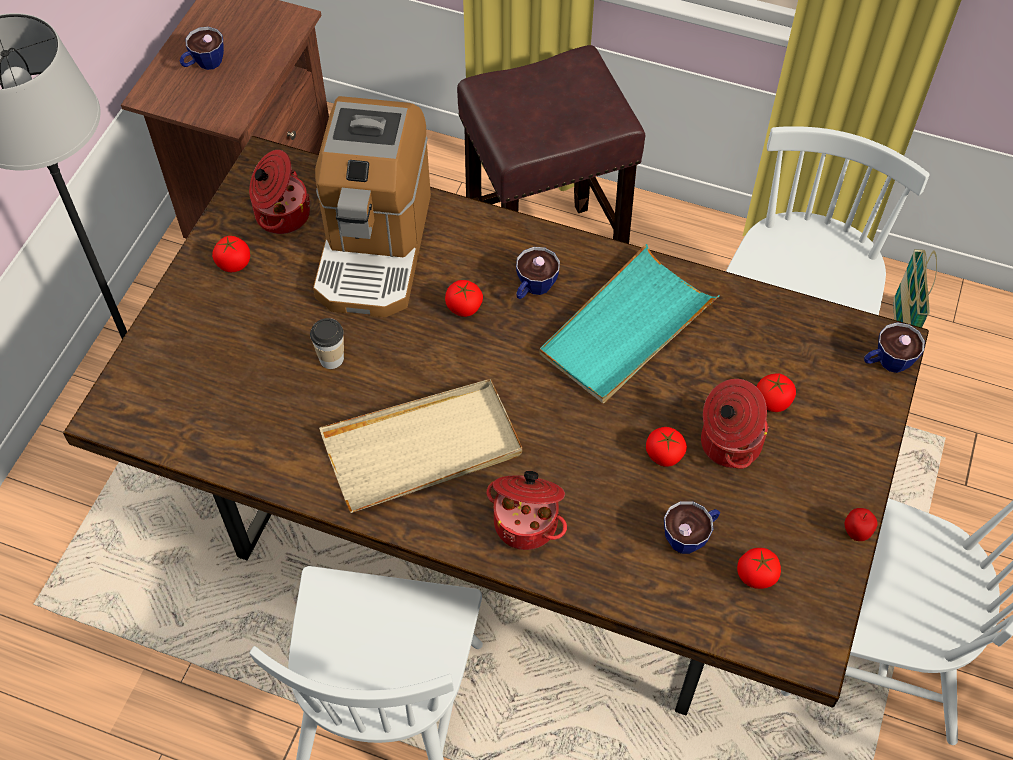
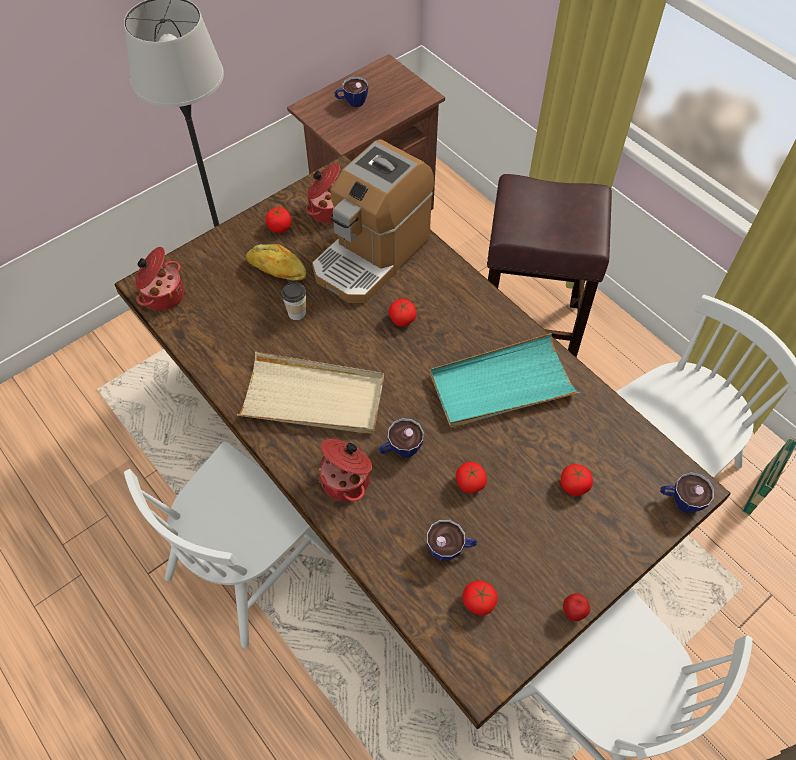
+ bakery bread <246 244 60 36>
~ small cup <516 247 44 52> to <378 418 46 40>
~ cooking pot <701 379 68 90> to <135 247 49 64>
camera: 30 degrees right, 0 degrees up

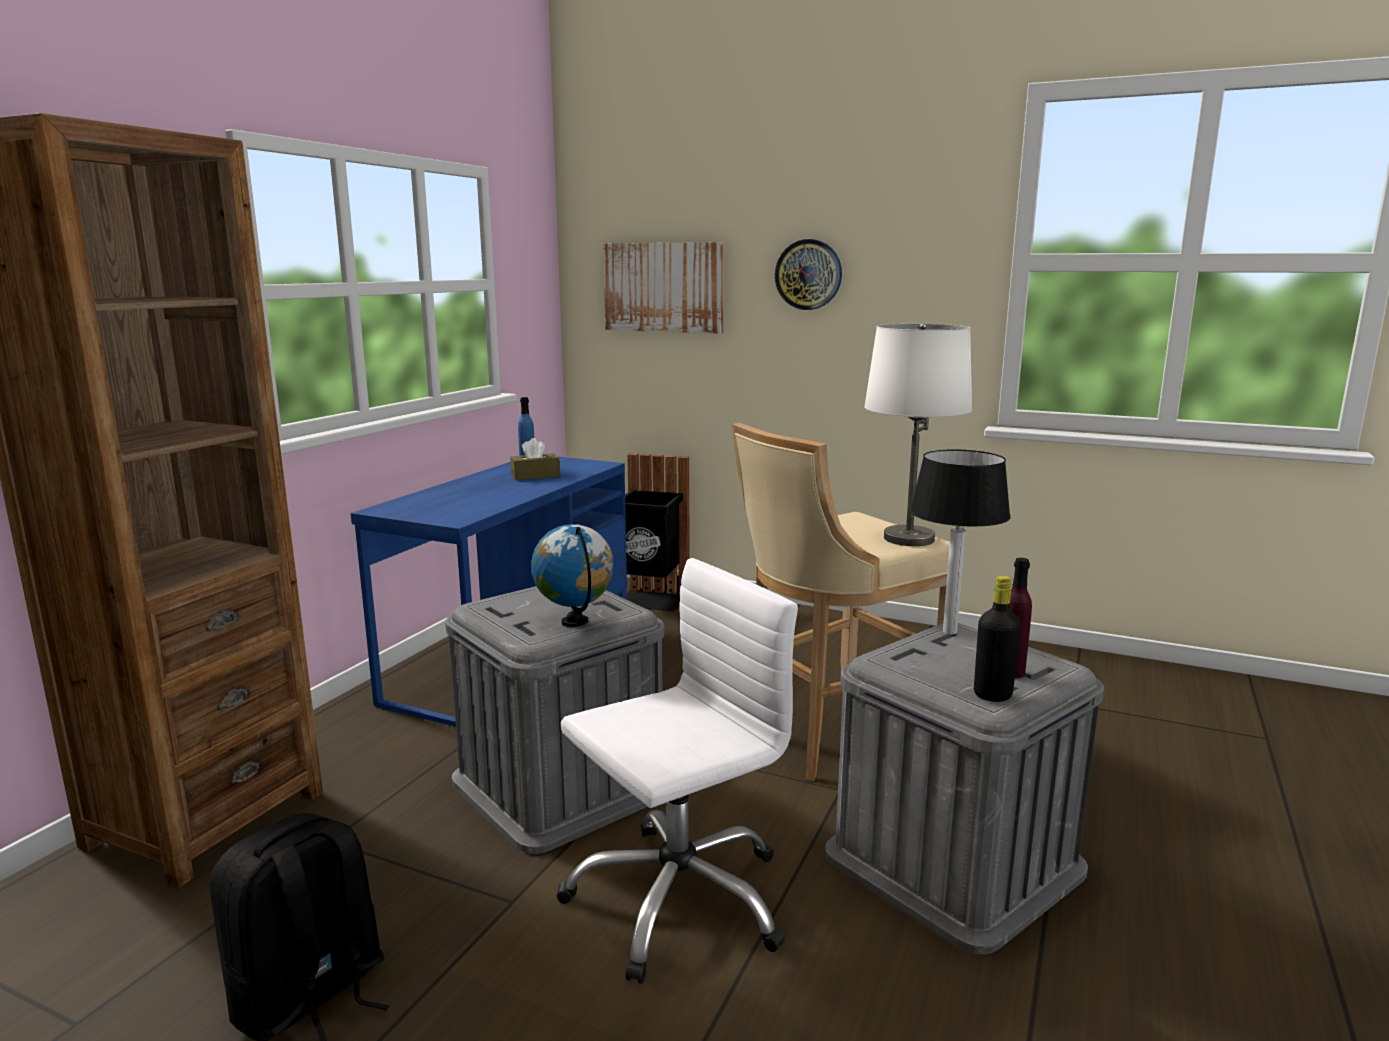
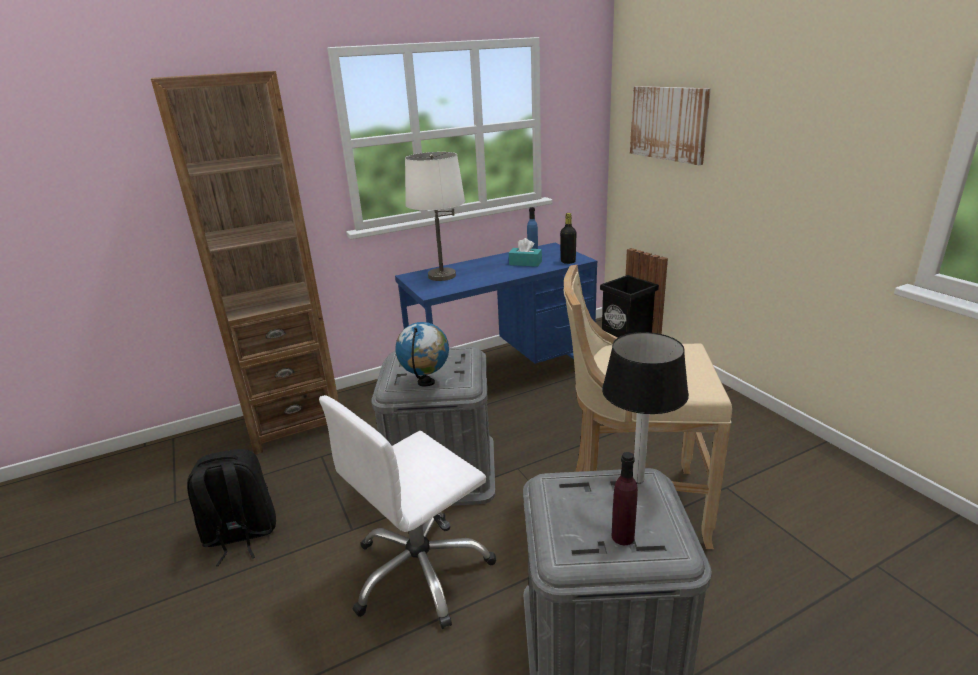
- hanging clock <775 239 67 71>
~ white-coloured tabletop lamp <864 323 108 223> to <405 152 60 129>
~ blackish bottle <974 575 47 127> to <560 213 17 51>
~ brownish tissue box <510 438 50 42> to turquoise tissue box <509 238 33 29>
~ white-coloured desk chair <556 558 242 426> = <319 395 177 234> 135 degrees clockwise
camera: 40 degrees right, 10 degrees up

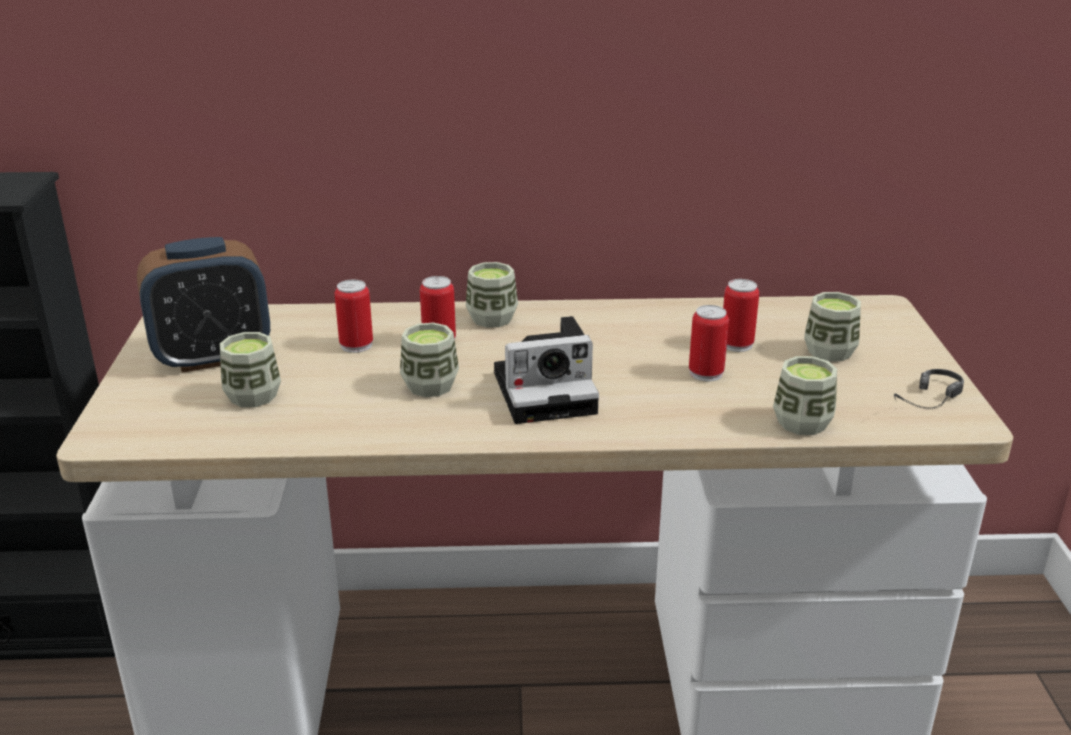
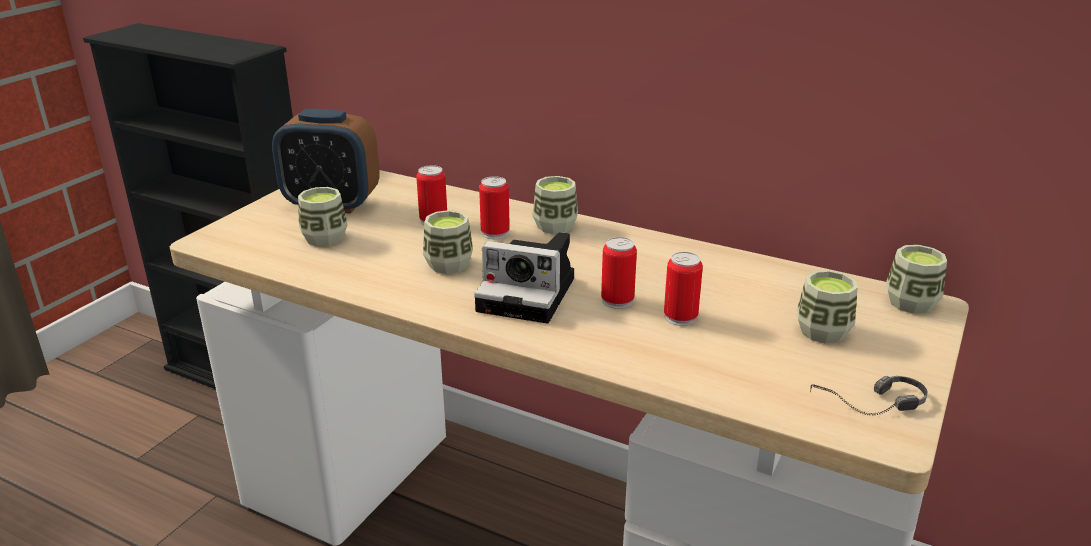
~ sealed can <723 279 36 73> to <601 237 36 72>
~ small cup <773 356 64 79> to <886 245 61 69>
camera: 30 degrees right, 0 degrees up

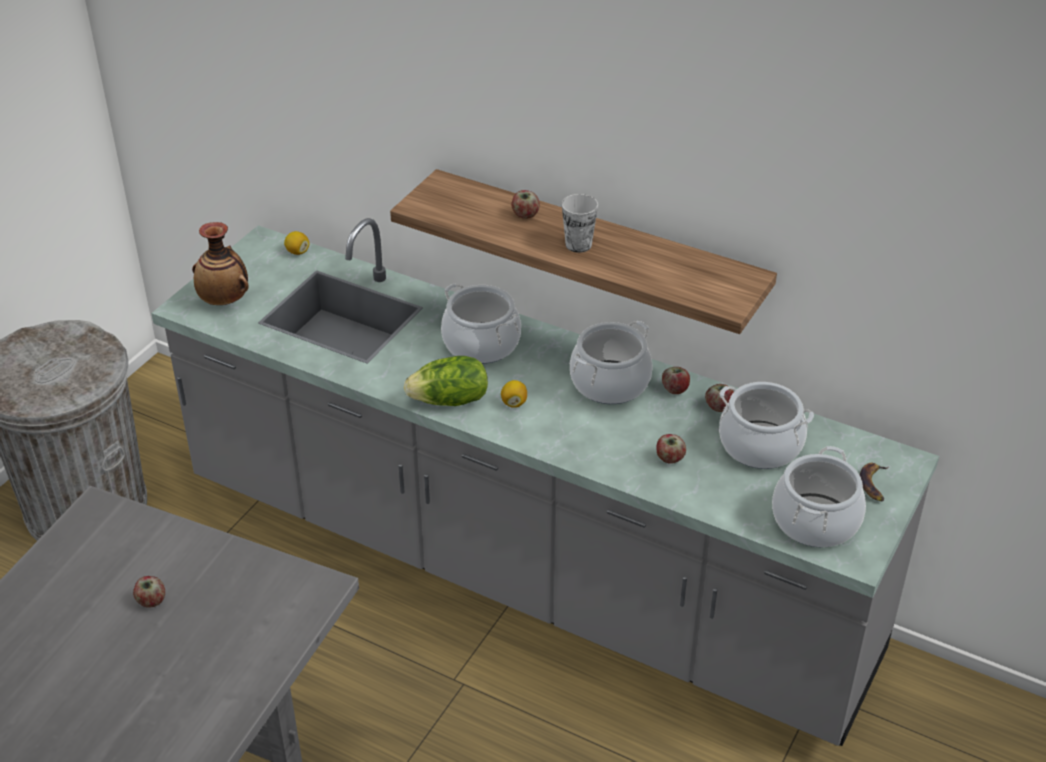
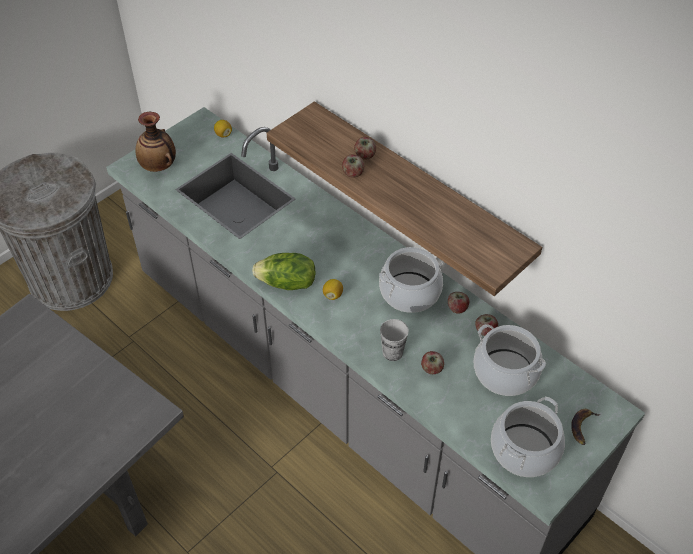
- cooking pot <441 284 80 80>
~ apple <133 576 32 32> to <342 154 22 24>
~ small cup <562 194 36 59> to <380 319 29 42>
camera: 15 degrees right, 10 degrees up

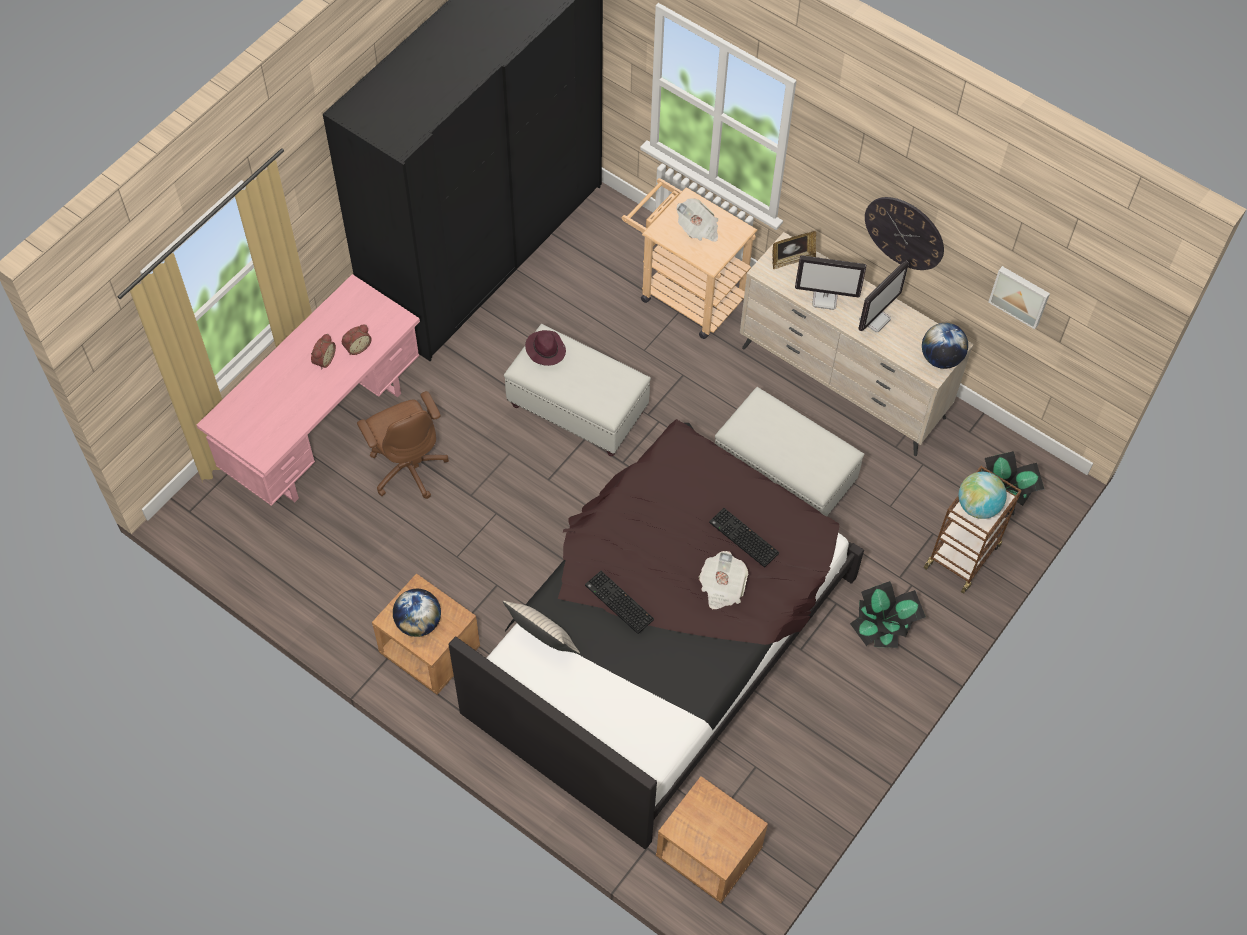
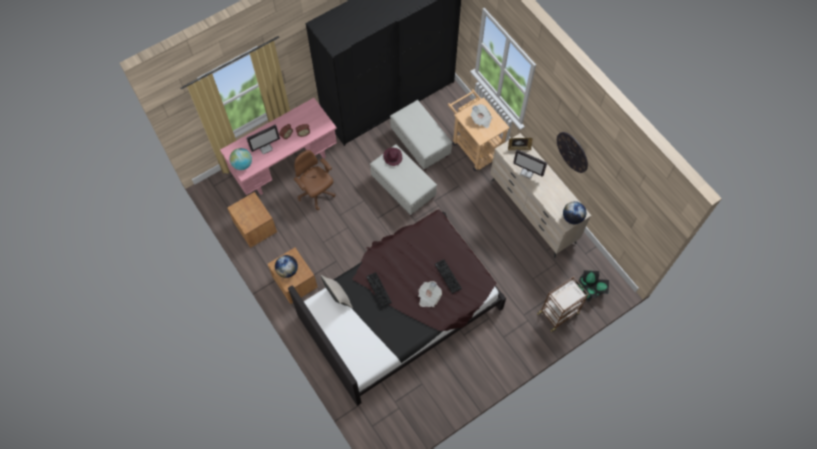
- potted plant <850 581 76 67>
- picture <988 266 62 63>
~ brownish bedside table <656 776 112 127> to <227 192 50 56>
~ white-coloured ottoman <715 387 149 129> to <390 100 63 71>
~ computer screen <858 261 51 71> to <246 125 34 29>
~ desk globe <959 472 48 47> to <230 148 22 22>
~ brownish desk chair <357 391 92 108> = <294 150 41 60> 150 degrees clockwise
camera: 20 degrees right, 5 degrees up

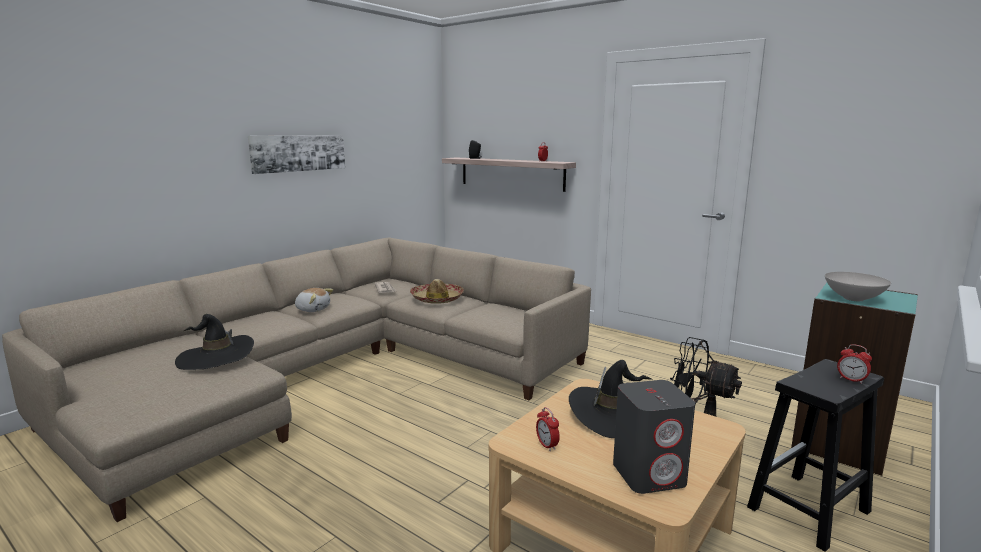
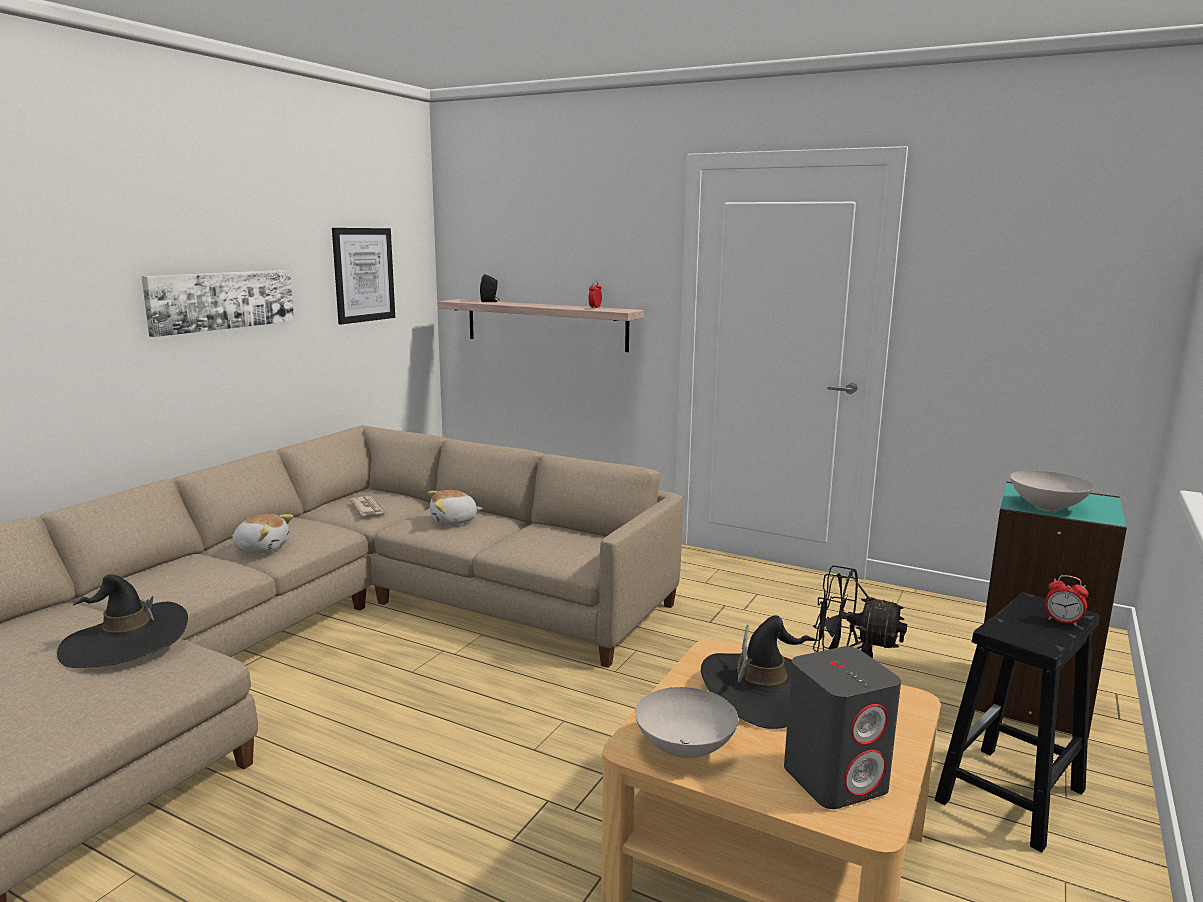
+ picture <332 228 63 96>
~ wearable hat <410 279 54 25> to soft toy <428 490 55 35>
~ bedside clock <536 407 24 44> to white-coloured deep dish <635 687 103 71>
camera: 10 degrees left, 0 degrees up

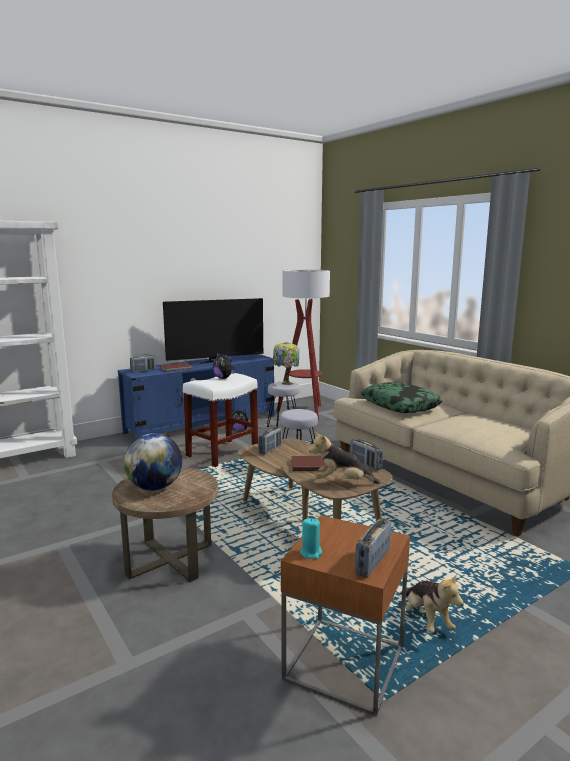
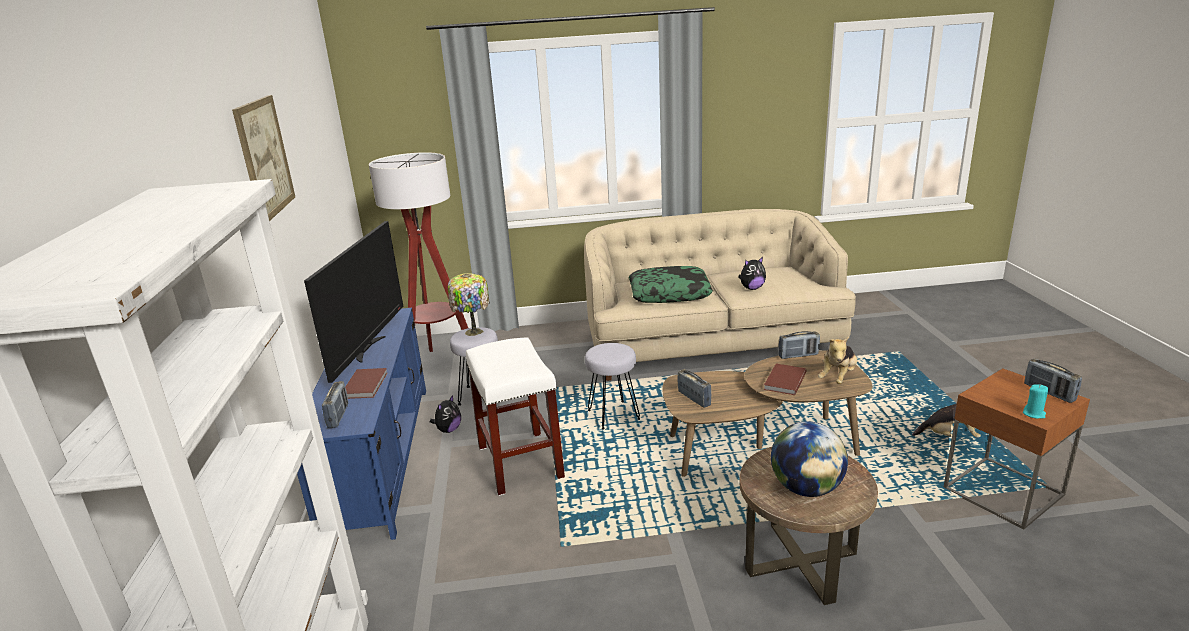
+ picture <232 95 63 126>
~ soft toy <213 353 22 26> to <738 257 28 33>
camera: 60 degrees left, 10 degrees up

